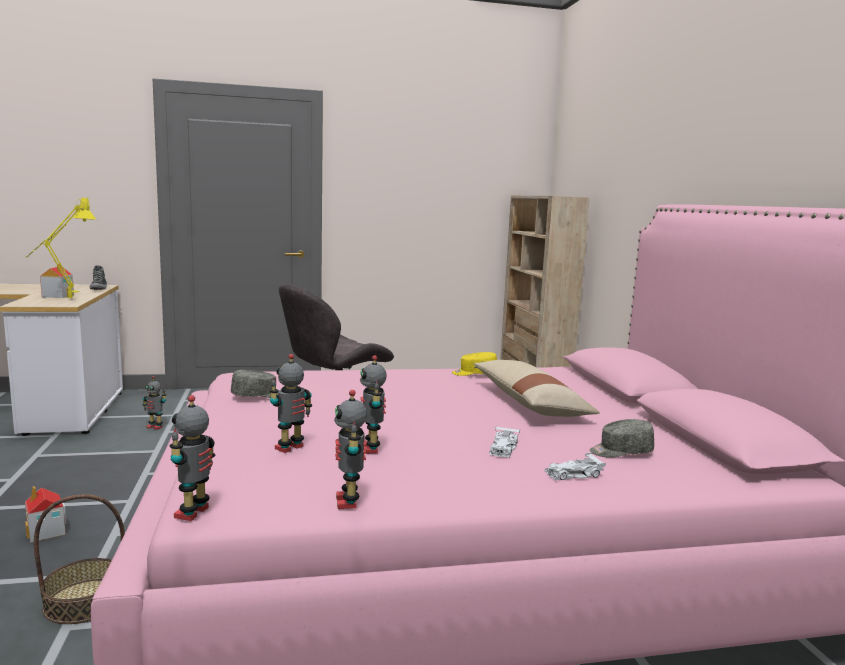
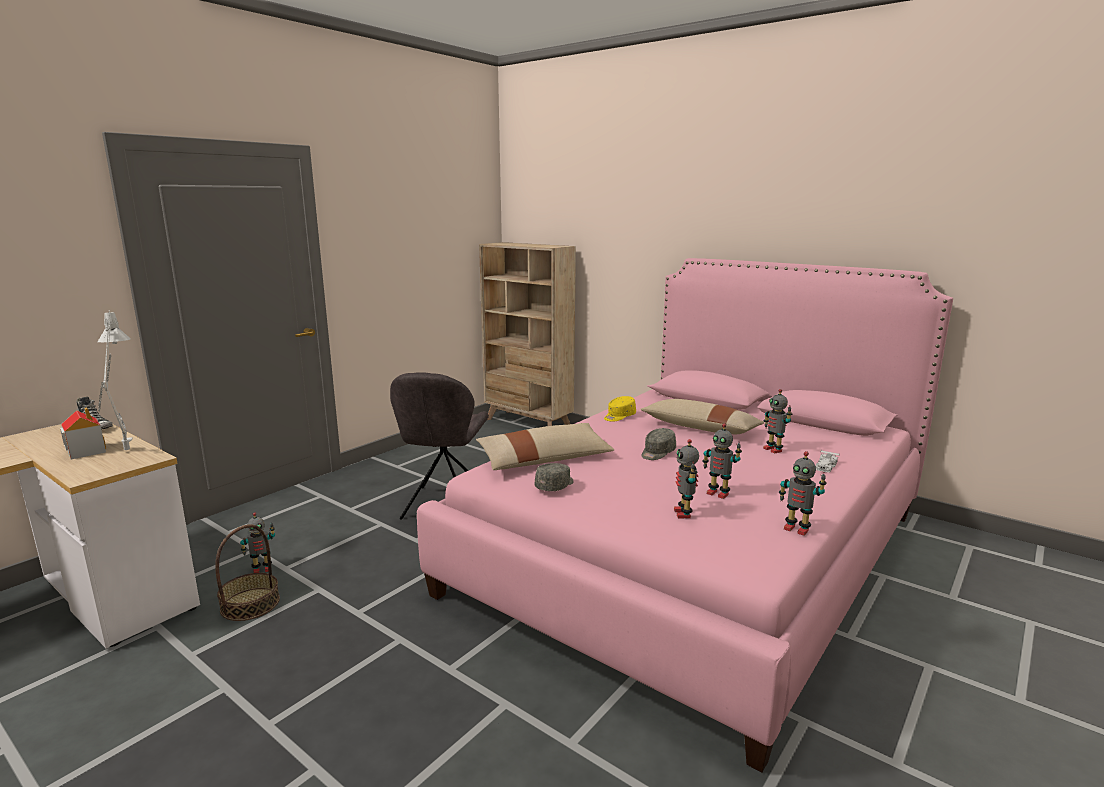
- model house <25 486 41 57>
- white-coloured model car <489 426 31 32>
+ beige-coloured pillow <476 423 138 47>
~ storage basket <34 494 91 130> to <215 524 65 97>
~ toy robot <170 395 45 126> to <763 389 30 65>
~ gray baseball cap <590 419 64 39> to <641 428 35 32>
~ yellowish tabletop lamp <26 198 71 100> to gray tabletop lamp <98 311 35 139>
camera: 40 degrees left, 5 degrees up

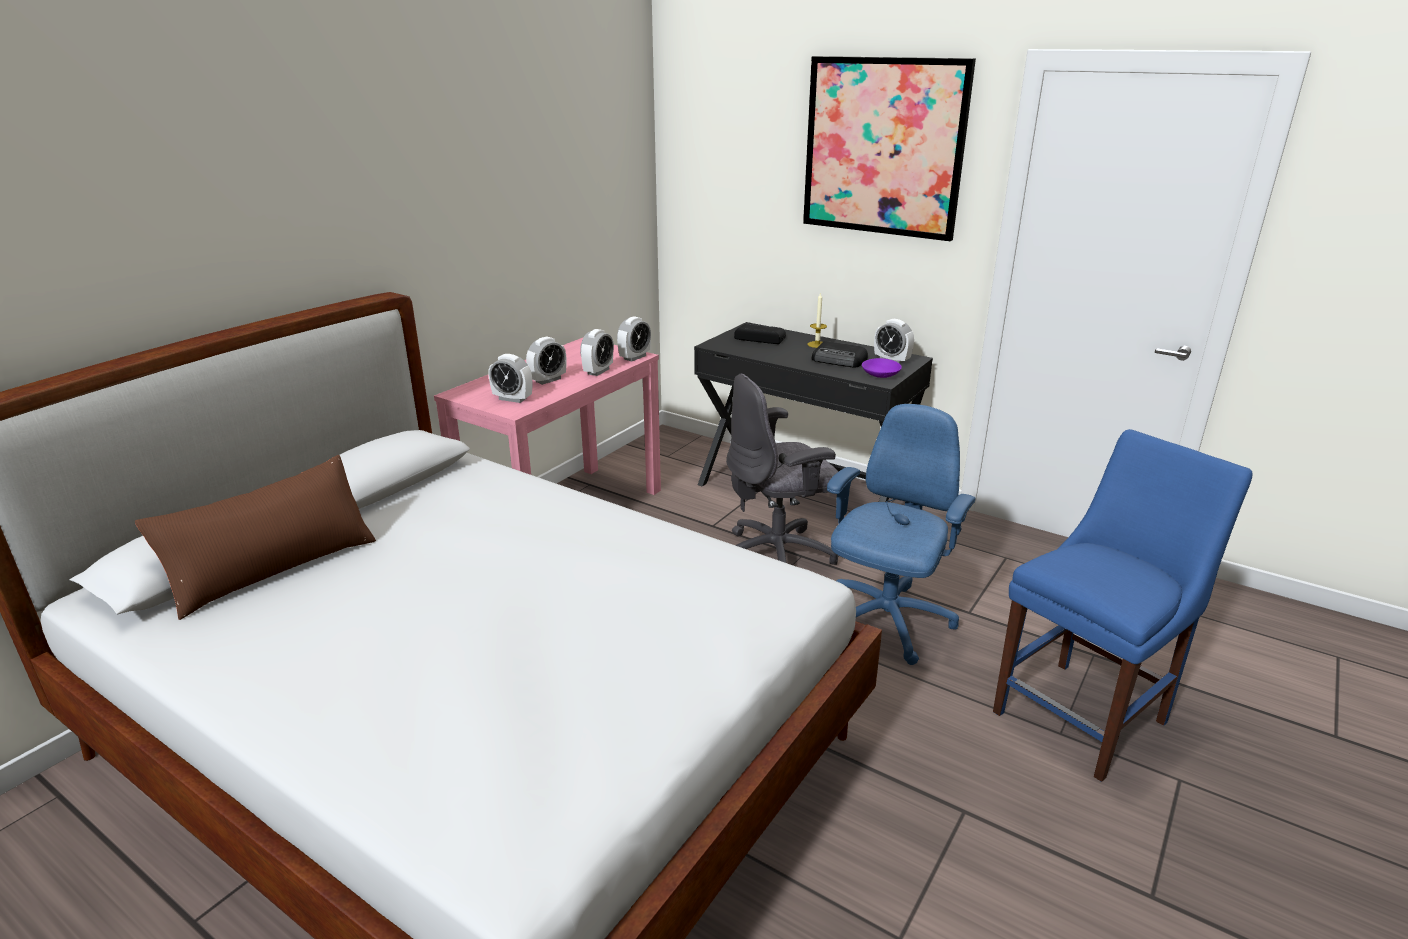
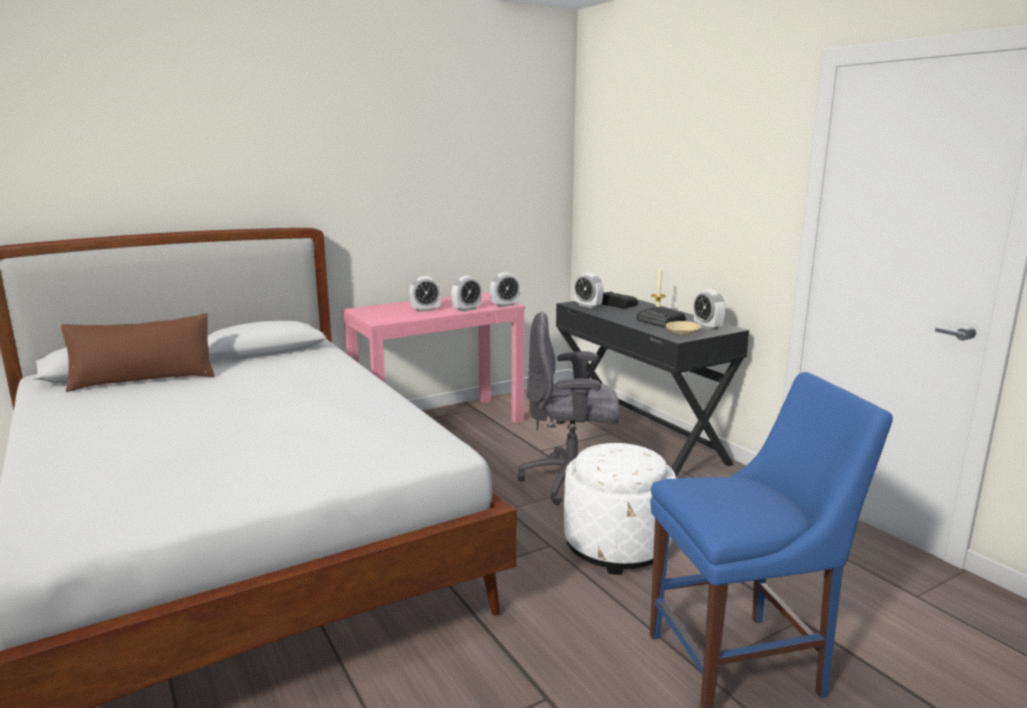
- picture <803 56 173 185>
~ bedside clock <489 354 43 49> to <574 273 30 36>
~ bluish desk chair <827 404 148 261> to white-coloured ottoman <564 443 112 132>
~ purple-coloured deep dish <862 358 40 20> to beige-coloured deep dish <666 321 36 15>
camera: 25 degrees right, 10 degrees down

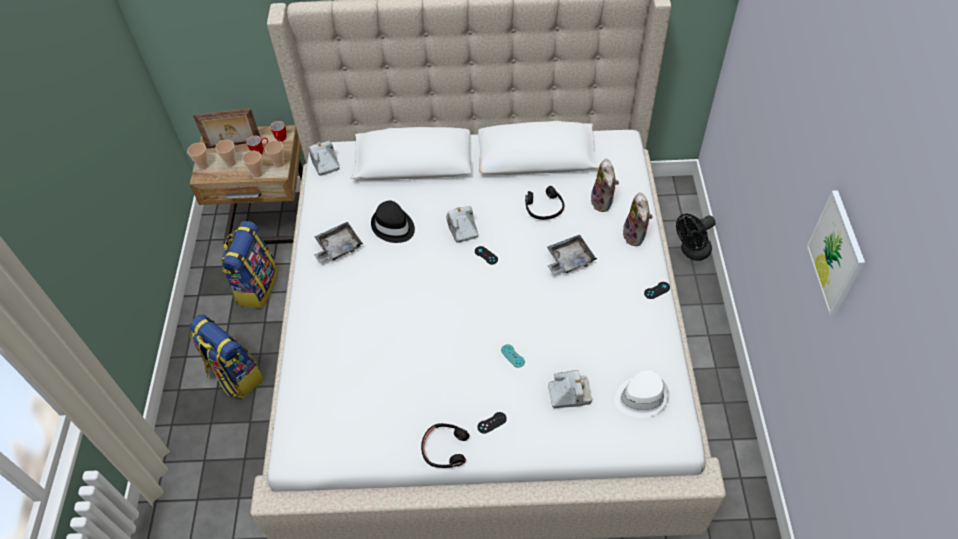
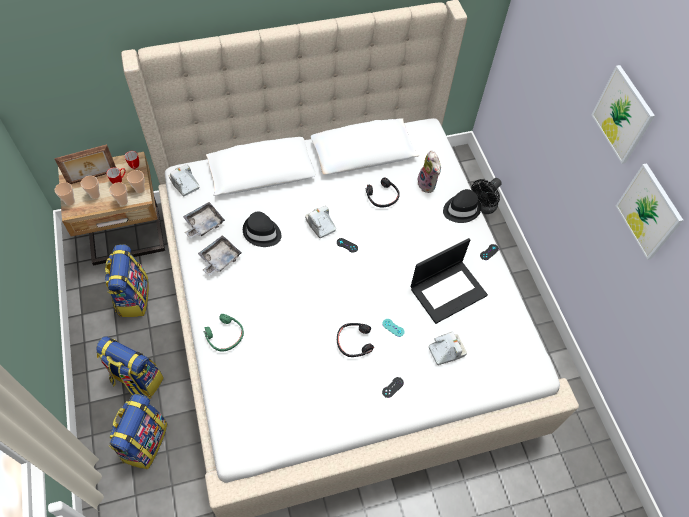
- white-coloured wearable hat <614 370 55 48>
+ knapsack <109 394 58 75>
+ green-coloured headset <203 314 41 38>
+ portable computer <411 238 77 86>
+ picture <592 65 63 99>
~ blackish headset <421 423 48 45> to <337 323 37 34>
~ gray serving tray <547 235 50 39> to <183 202 42 37>
~ soft toy <623 192 30 54> to blackish wearable hat <443 189 38 34>
camera: 20 degrees left, 5 degrees up

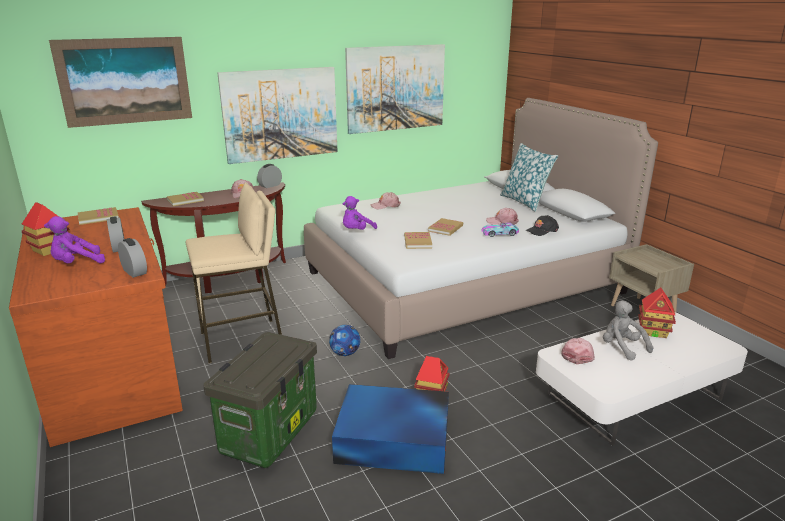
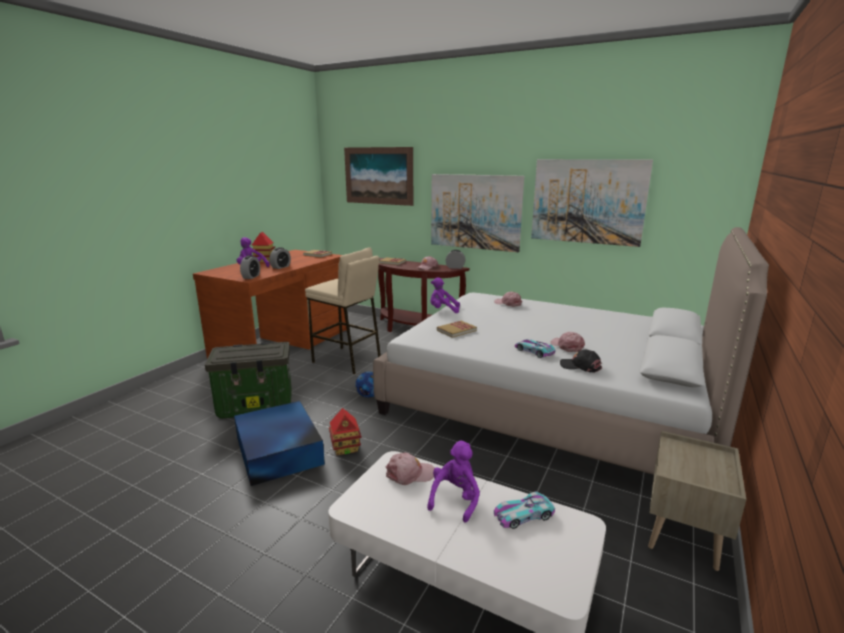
- book <428 218 35 18>
- pillow <500 143 58 69>
~ model house <638 288 38 50> to model car <494 492 61 37>
~ gray soft toy <603 300 50 61> to purple-coloured soft toy <427 441 53 82>
camera: 55 degrees right, 5 degrees down

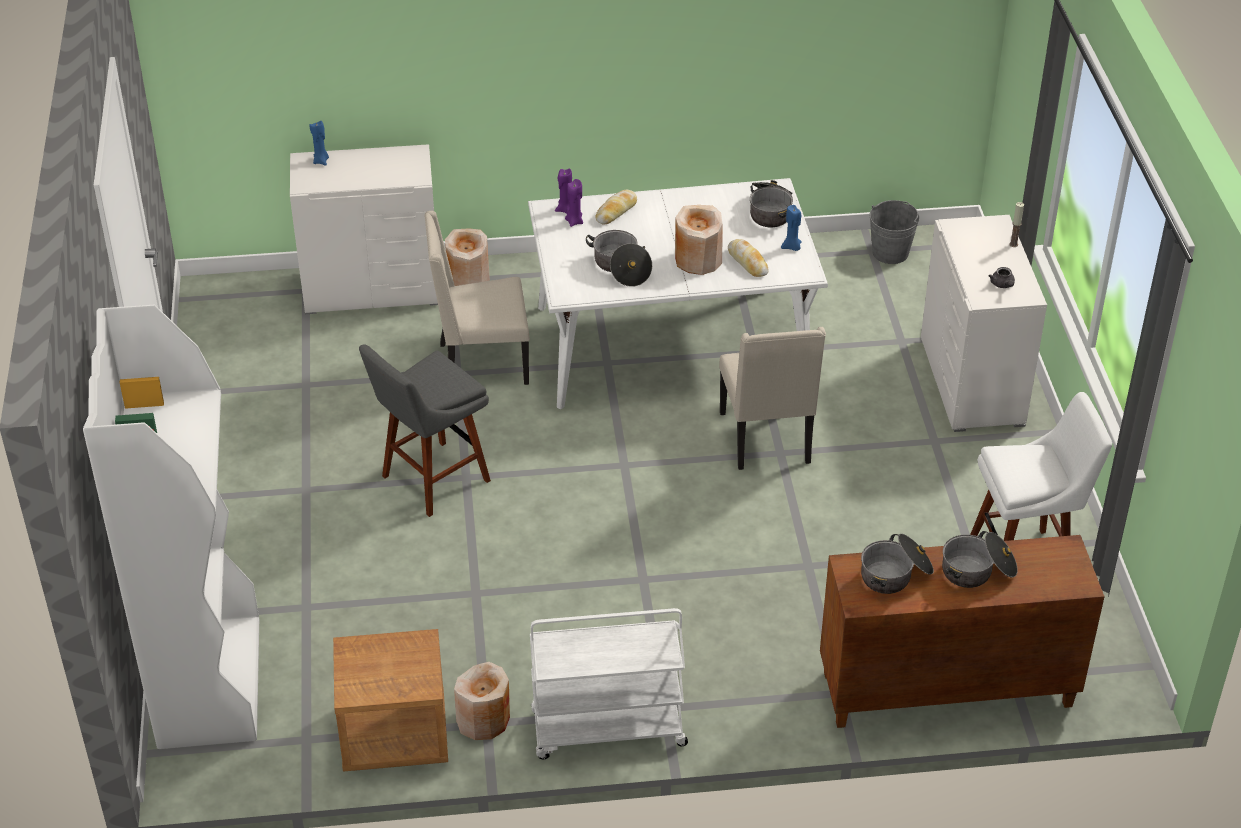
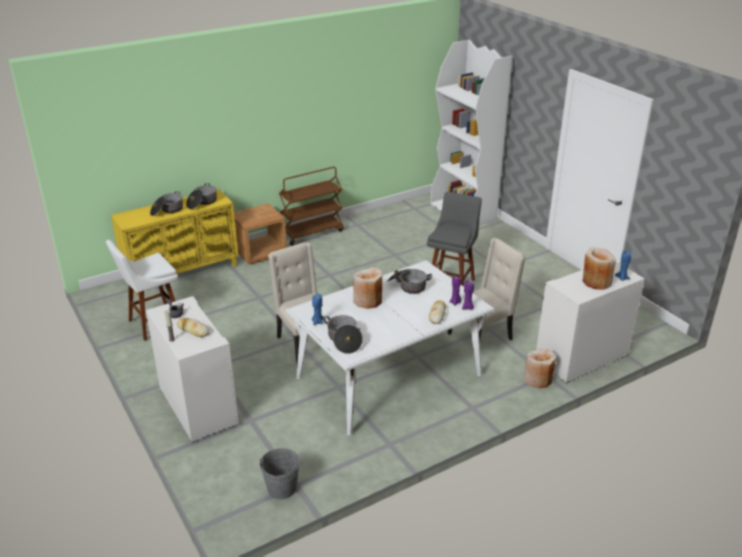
~ brownish bedside table <333 629 115 143> to <234 203 53 62>
~ beige-coloured vase <454 662 56 78> to <583 247 33 43>
~ bakery bread <728 239 41 38> to <177 318 32 19>
~ white-coloured wheeled cart <530 608 158 151> to brownish wheeled cart <279 167 65 79>
~ brownish cupboard <820 535 285 193> to yellowish cupboard <111 189 127 106>
camera: 155 degrees right, 10 degrees down

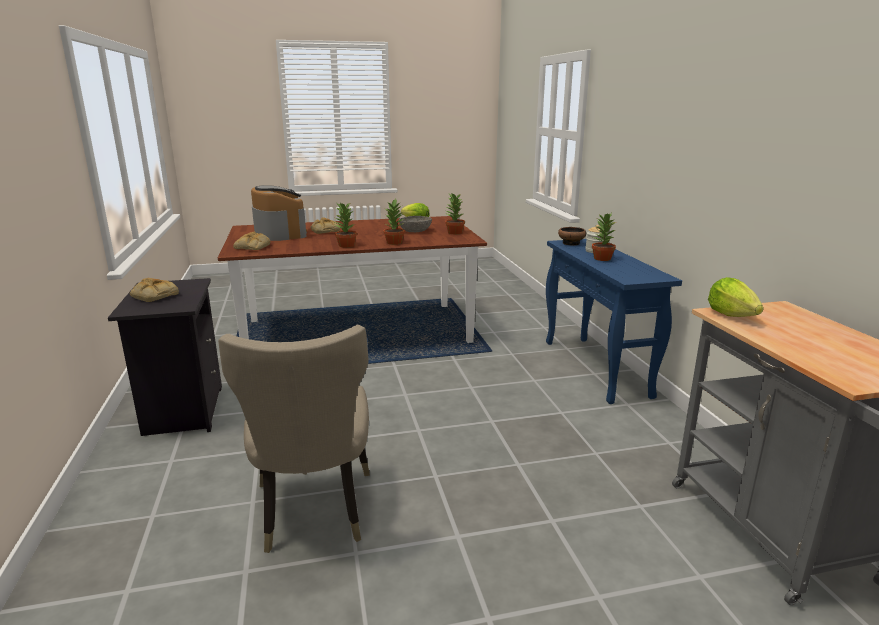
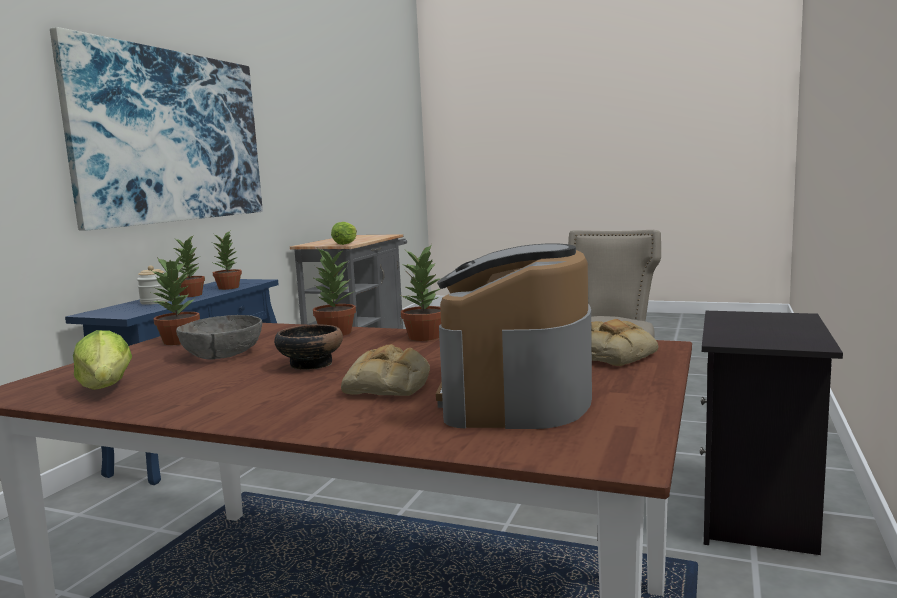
- bakery bread <130 278 49 24>
+ picture <50 27 213 204>
+ potted plant <213 231 29 59>
~ deep dish <558 227 28 19> to <274 325 69 45>
camera: 145 degrees left, 10 degrees down

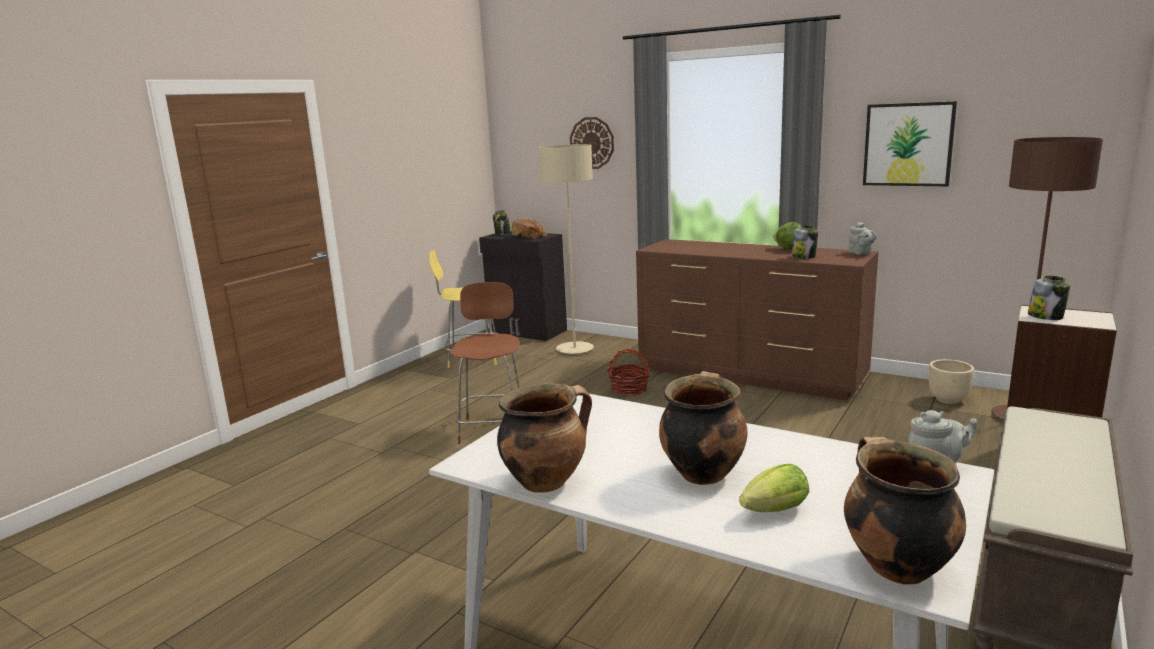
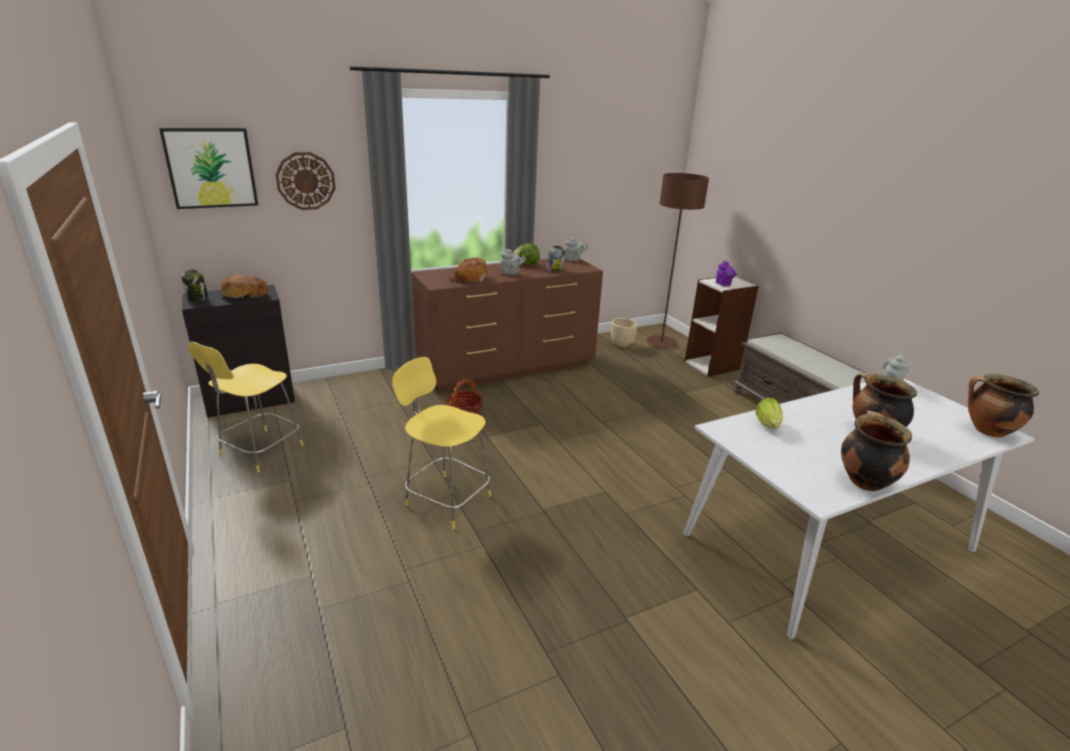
- beige-coloured standing lamp <538 144 56 210>
+ bakery bread <449 257 38 25>
+ gray pot for tea <500 249 26 26>
~ lettuce head <739 464 70 48> to <755 398 28 31>
~ picture <863 101 94 85> to <159 128 99 81>
~ storage jar <1028 275 42 45> to purple-coloured pot for tea <716 261 21 25>
~ brownish sitting stool <450 282 70 162> to yellowish sitting stool <392 357 99 172>
camera: 60 degrees left, 10 degrees up

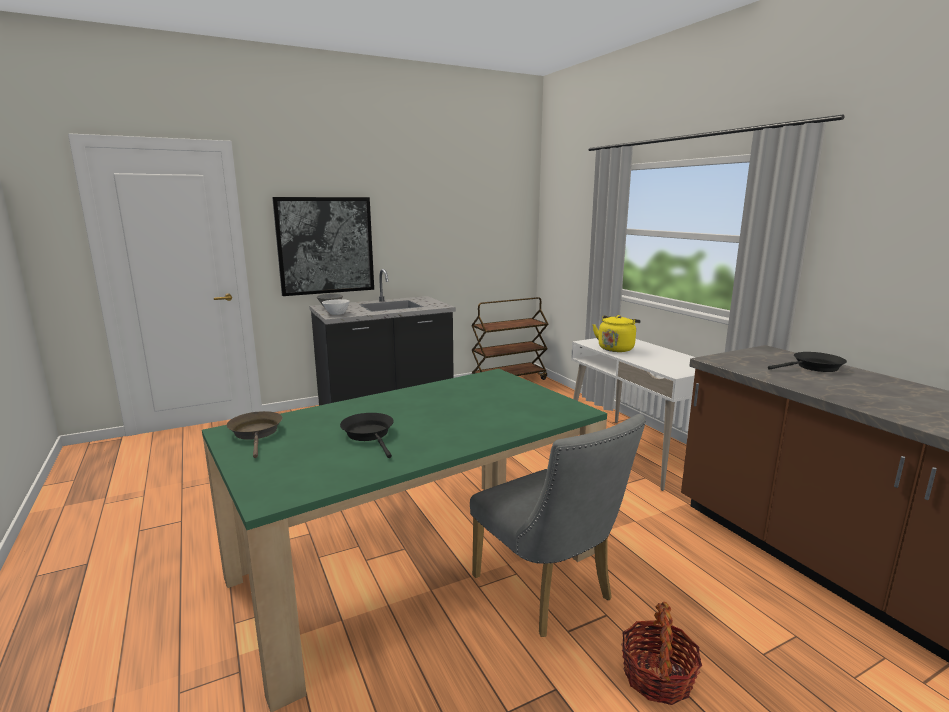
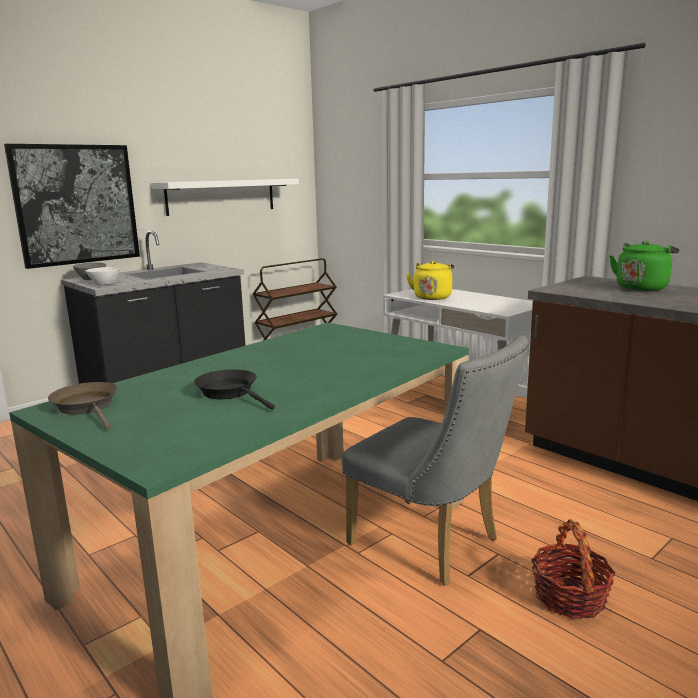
+ white-coloured shelf <151 179 148 37>
~ blackish pan <768 352 79 20> to green-coloured tea kettle <609 241 70 50>
camera: 15 degrees left, 0 degrees up

